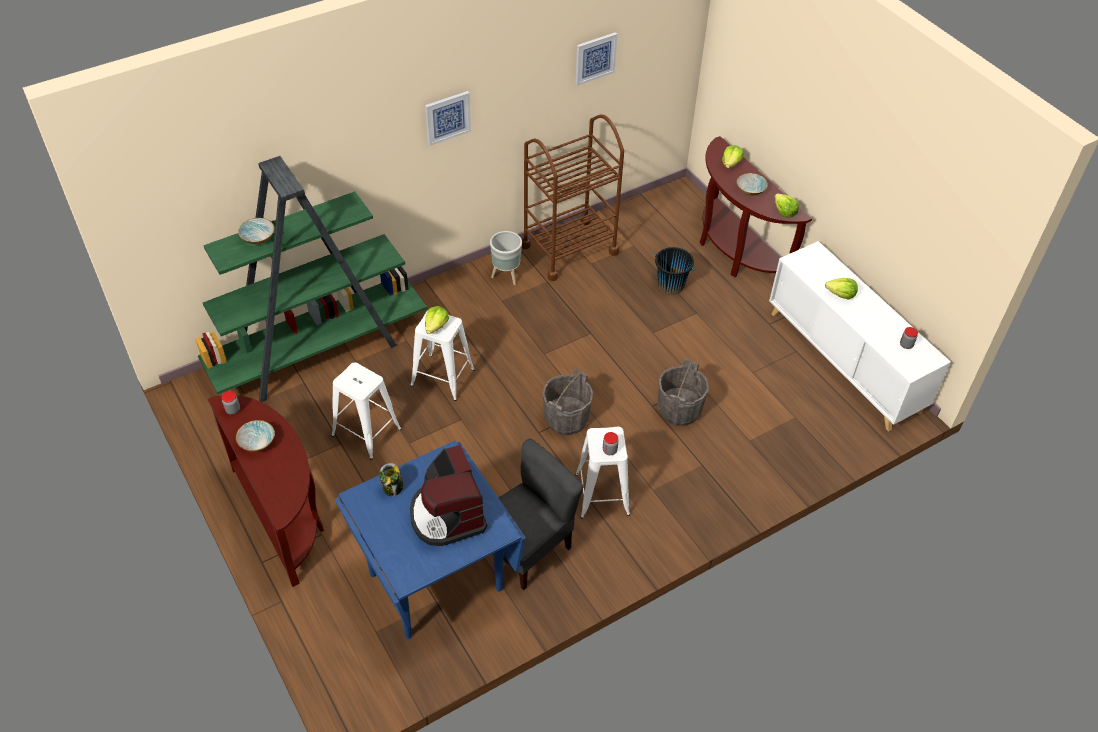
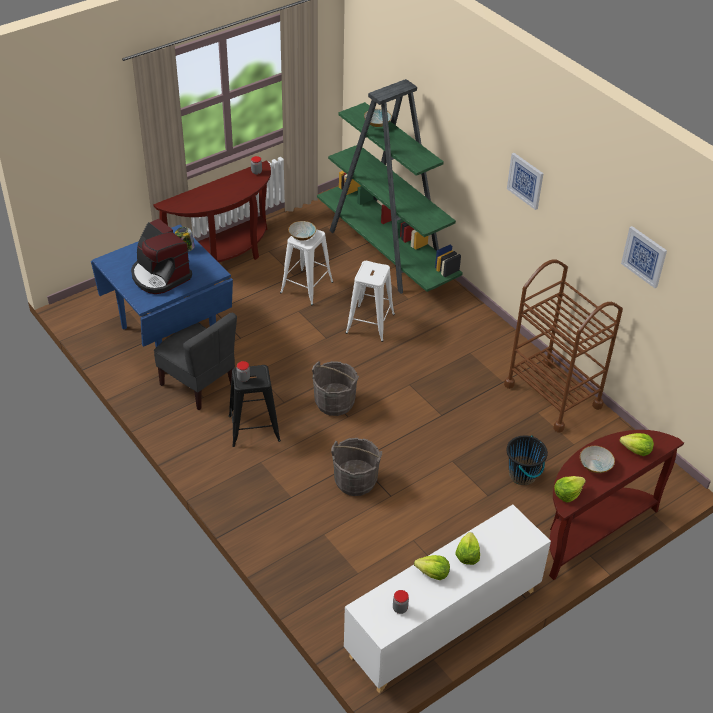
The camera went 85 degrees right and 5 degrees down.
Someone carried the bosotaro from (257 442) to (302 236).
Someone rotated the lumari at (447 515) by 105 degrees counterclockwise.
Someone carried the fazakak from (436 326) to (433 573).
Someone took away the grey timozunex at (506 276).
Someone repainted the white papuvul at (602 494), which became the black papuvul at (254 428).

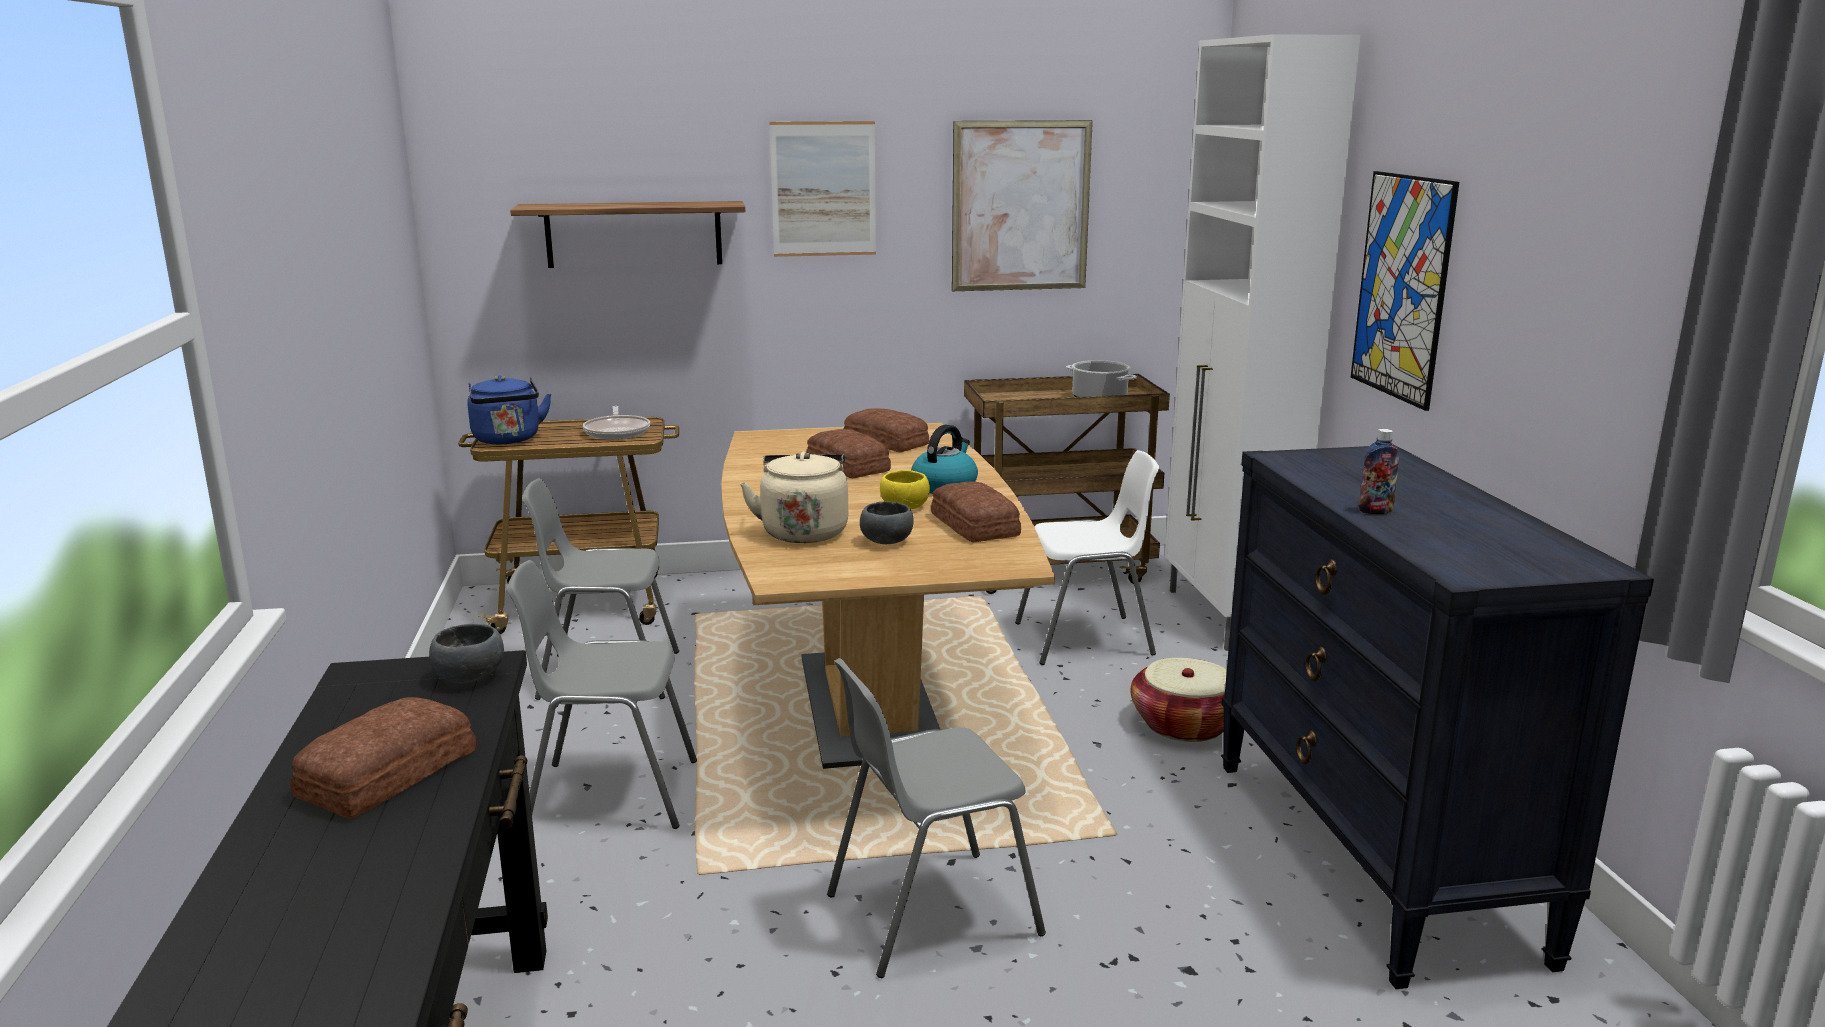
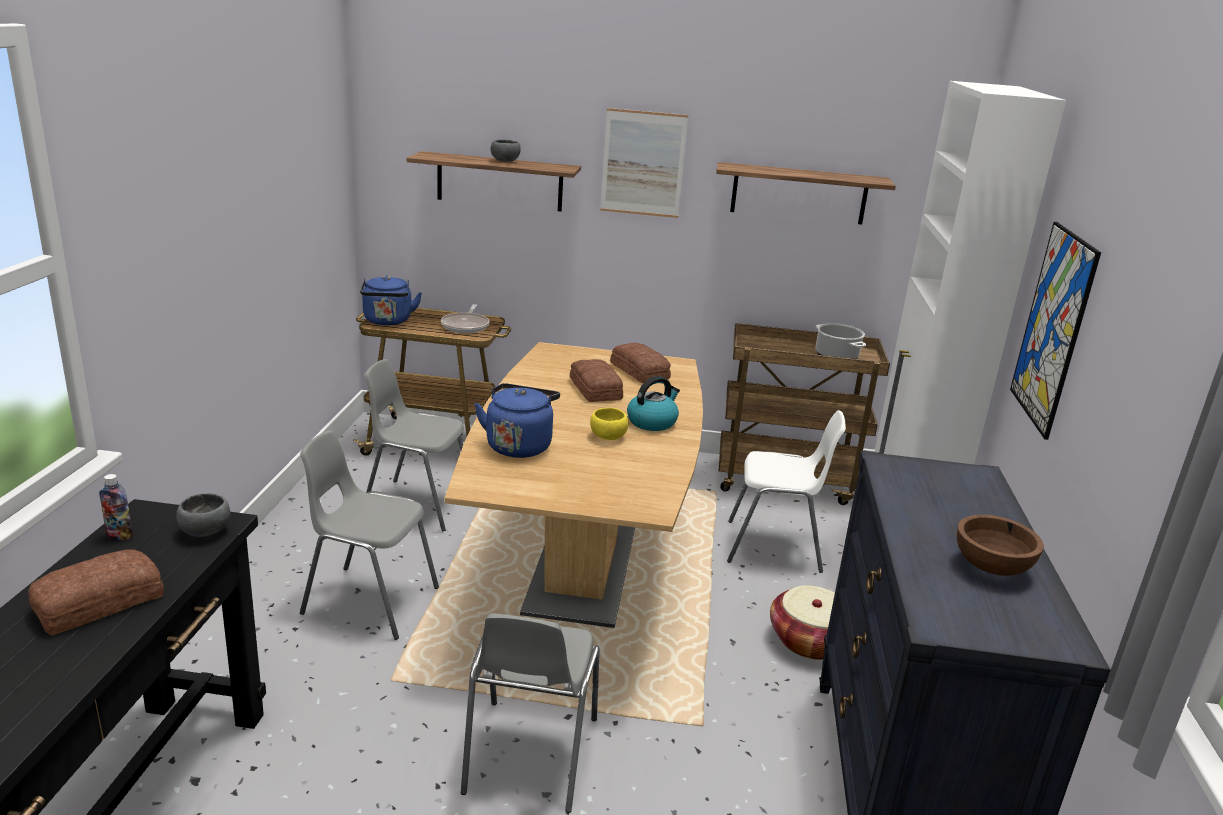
The camera went 15 degrees right and 5 degrees up.
Someone repainted the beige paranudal at (803 531), which became the blue paranudal at (519 445).
Someone rotated the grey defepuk at (929 913) by 75 degrees counterclockwise.
Someone carried the grey bosotaro from (888 542) to (506 161).
Someone took away the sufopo at (973 526).
Someone swapped the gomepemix at (1020 206) for the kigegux at (799 193).
Someone carried the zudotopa from (1375 511) to (119 536).
Someone put down the brown bosotaro at (992 567).

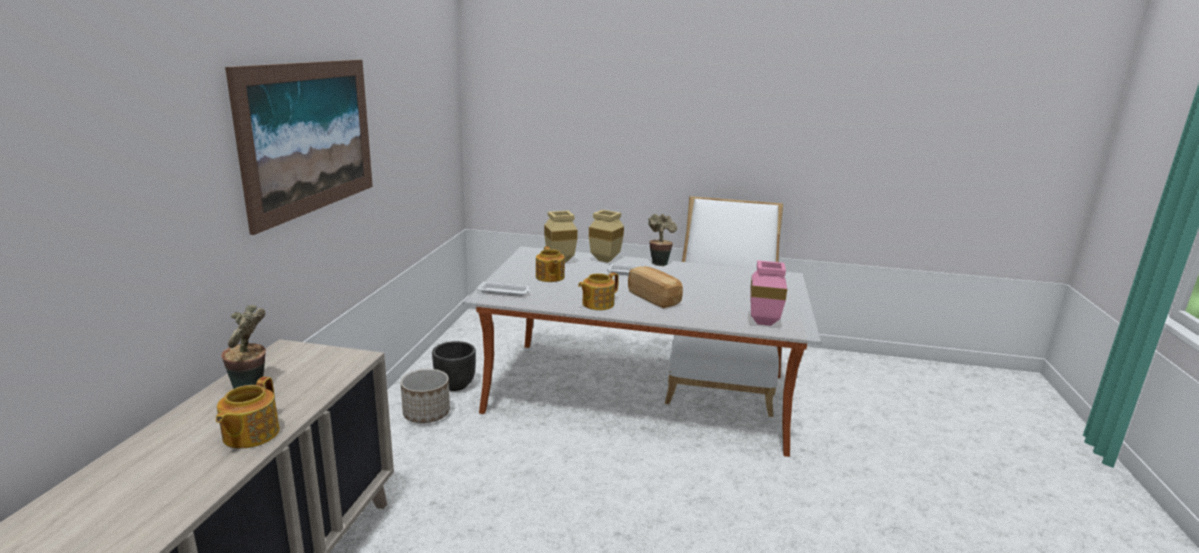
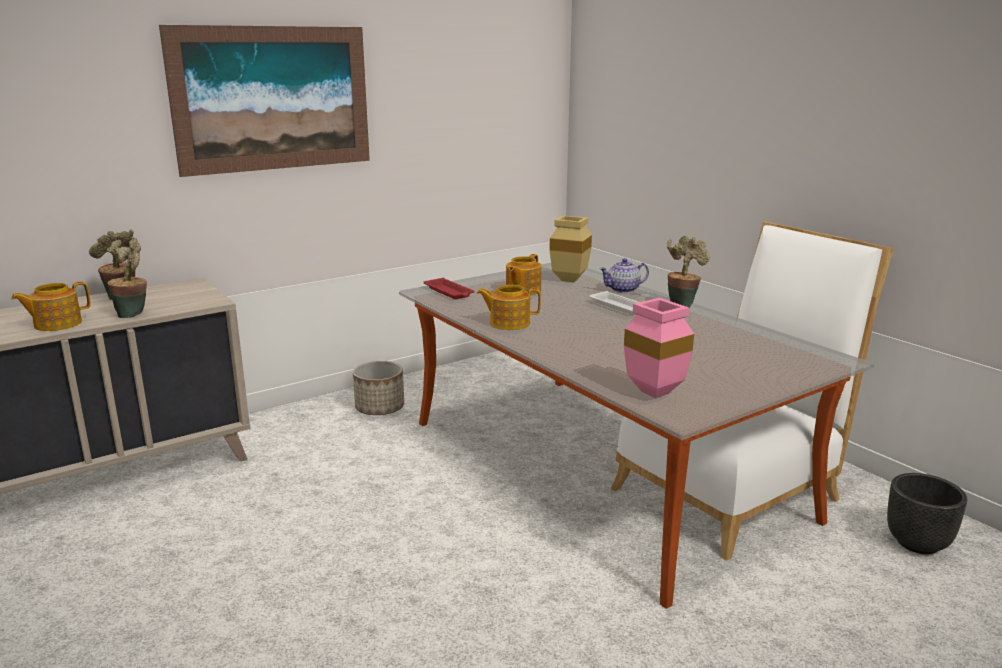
The camera went 45 degrees right and 0 degrees up.
Someone carried the black timozunex from (455 384) to (917 542).
Someone repainted the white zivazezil at (504 292), which became the red zivazezil at (449 292).
Someone swapped the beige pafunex at (607 260) for the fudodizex at (623 290).
Someone took away the sufopo at (654 298).
Someone put down the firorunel at (134 314).

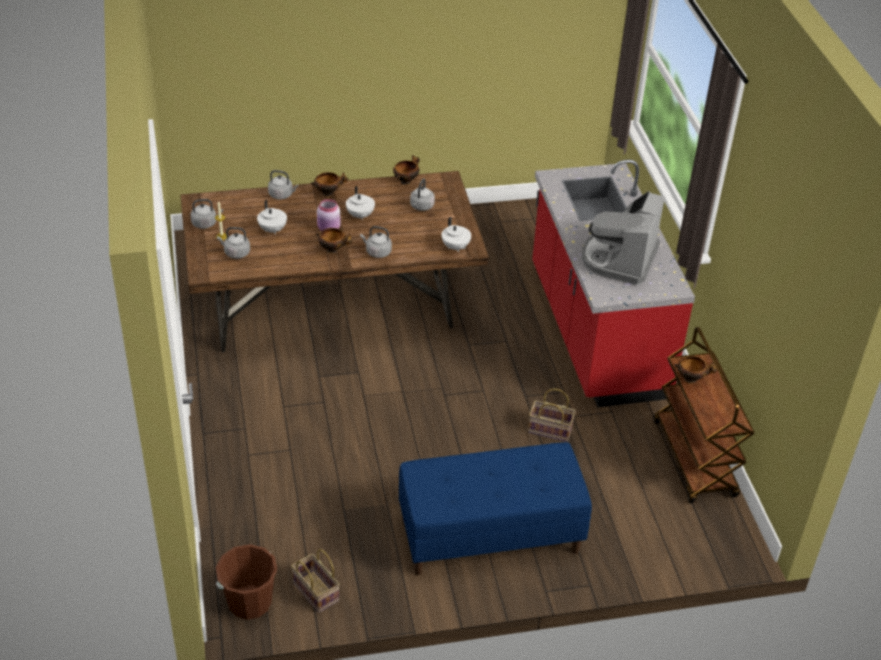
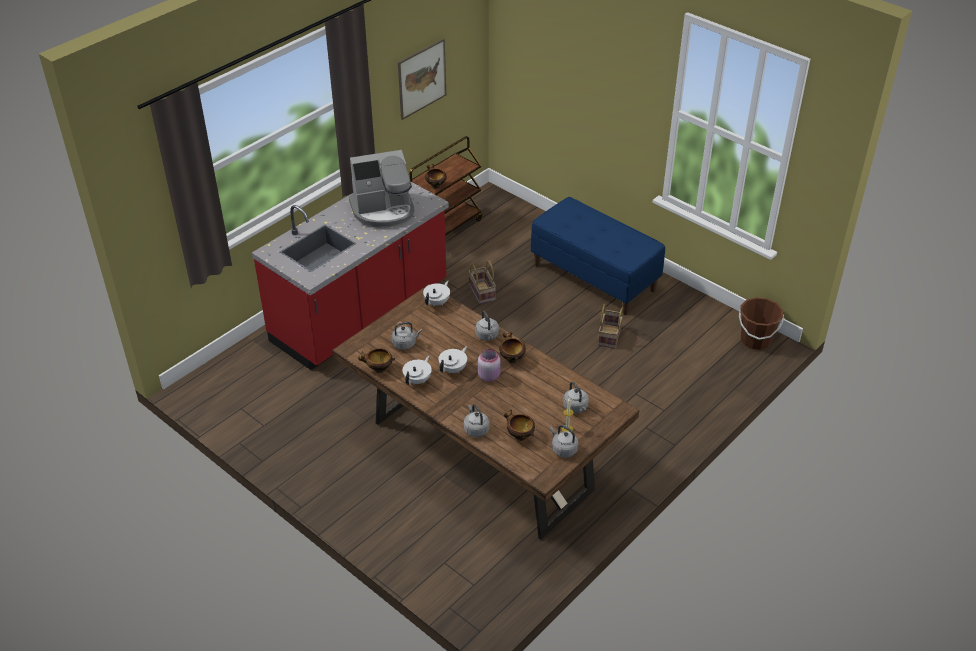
The camera went 125 degrees left and 0 degrees up.
Someone carried the white fudodizex from (272 230) to (418 380).
Someone carried the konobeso from (314 591) to (610 337).
Someone carried the bosotaro from (329 193) to (519 436).
Someone put up the gomepemix at (422 78).

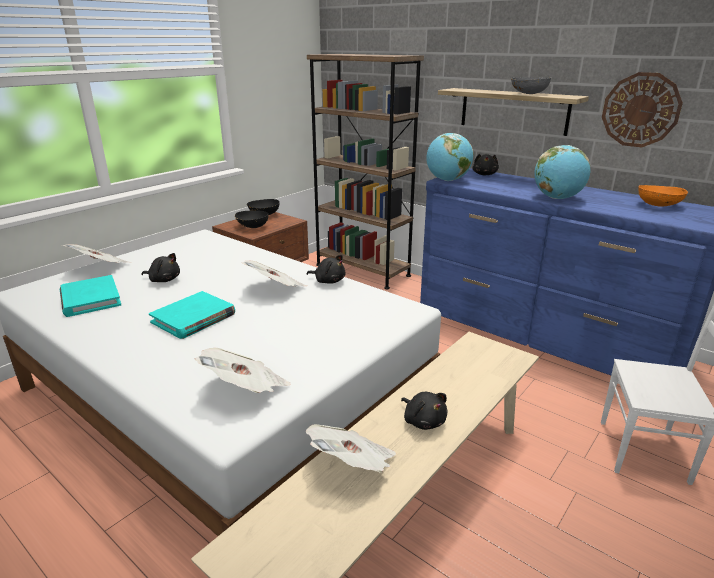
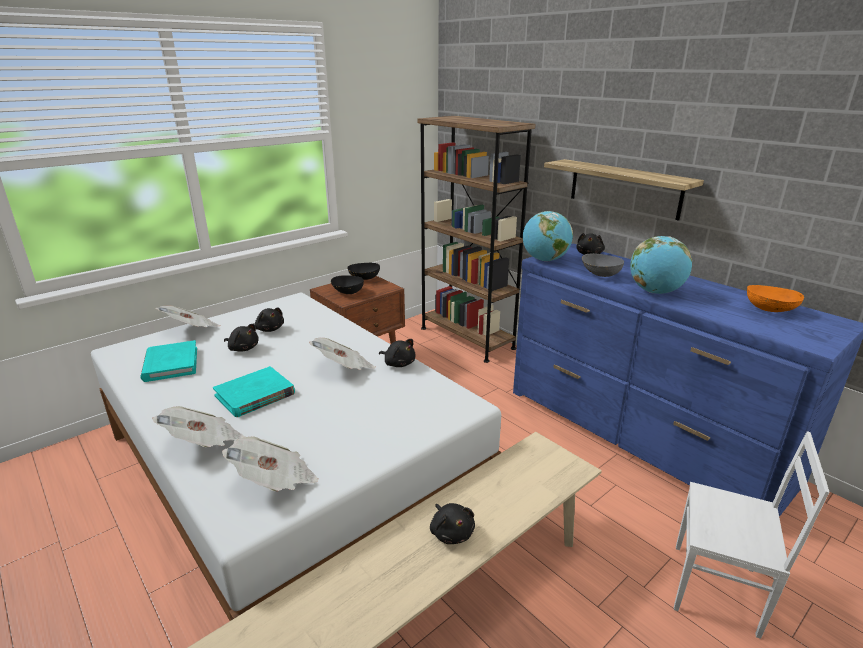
The camera went 10 degrees right and 0 degrees up.
Someone carried the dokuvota from (353 465) to (205 443).
Someone carried the grey bosotaro from (528 94) to (600 275).
Someone took away the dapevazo at (640 110).
Someone put down the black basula at (270 329).

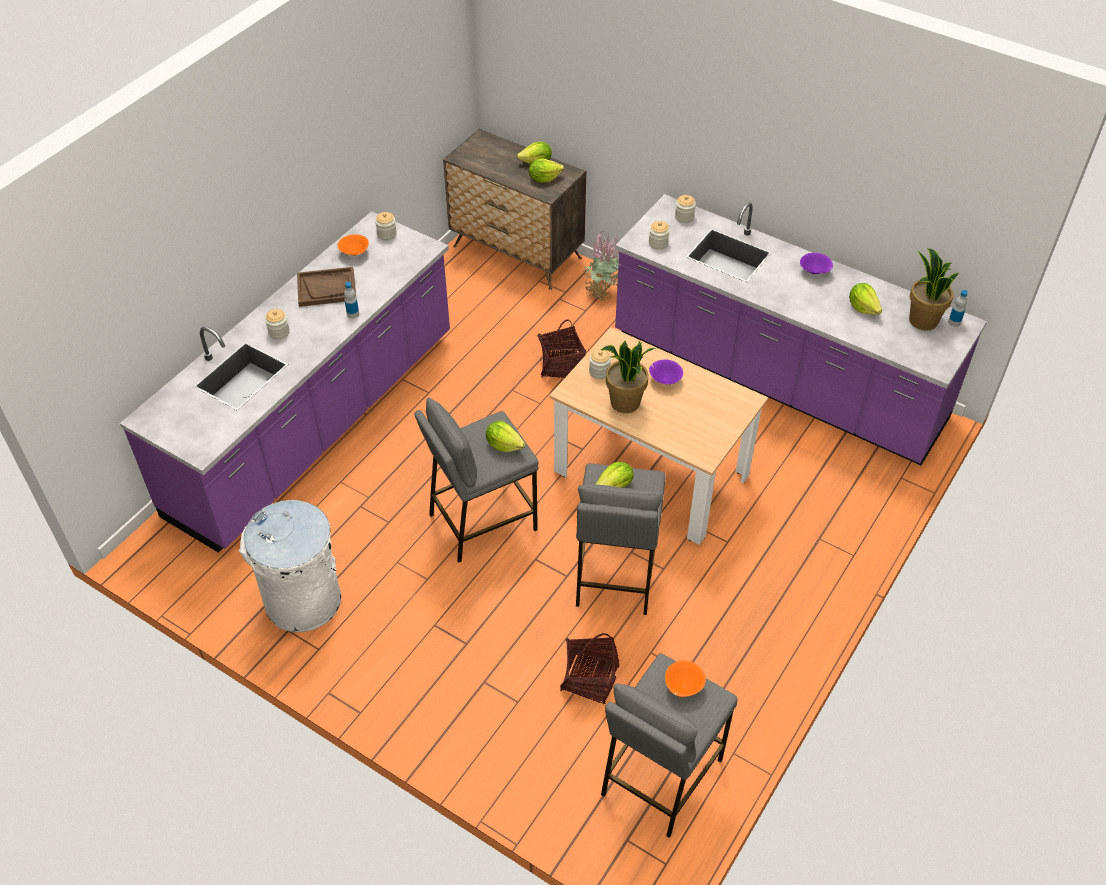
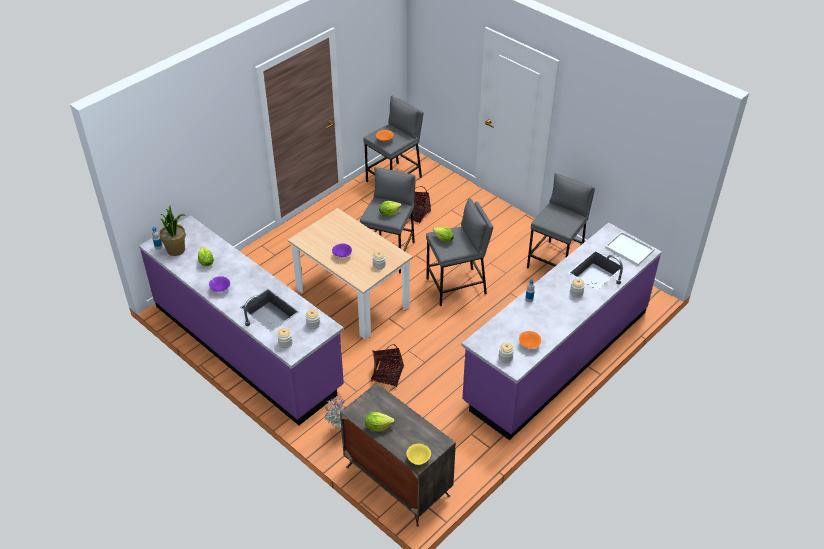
The camera went 170 degrees left and 5 degrees down.
Someone swapped the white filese at (303 601) for the grey papuvul at (556 261).
Someone took away the brown zivazezil at (327 288).
Someone took away the fazakak at (544 178).
Someone took away the firorunel at (625 403).
Someone put down the yellow bosotaro at (418 459).
Someone put down the white zivazezil at (630 249).

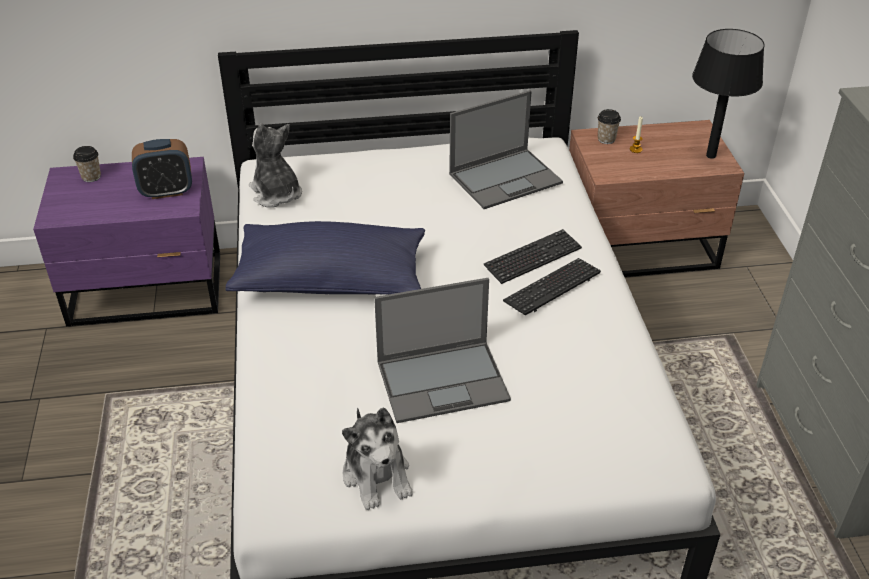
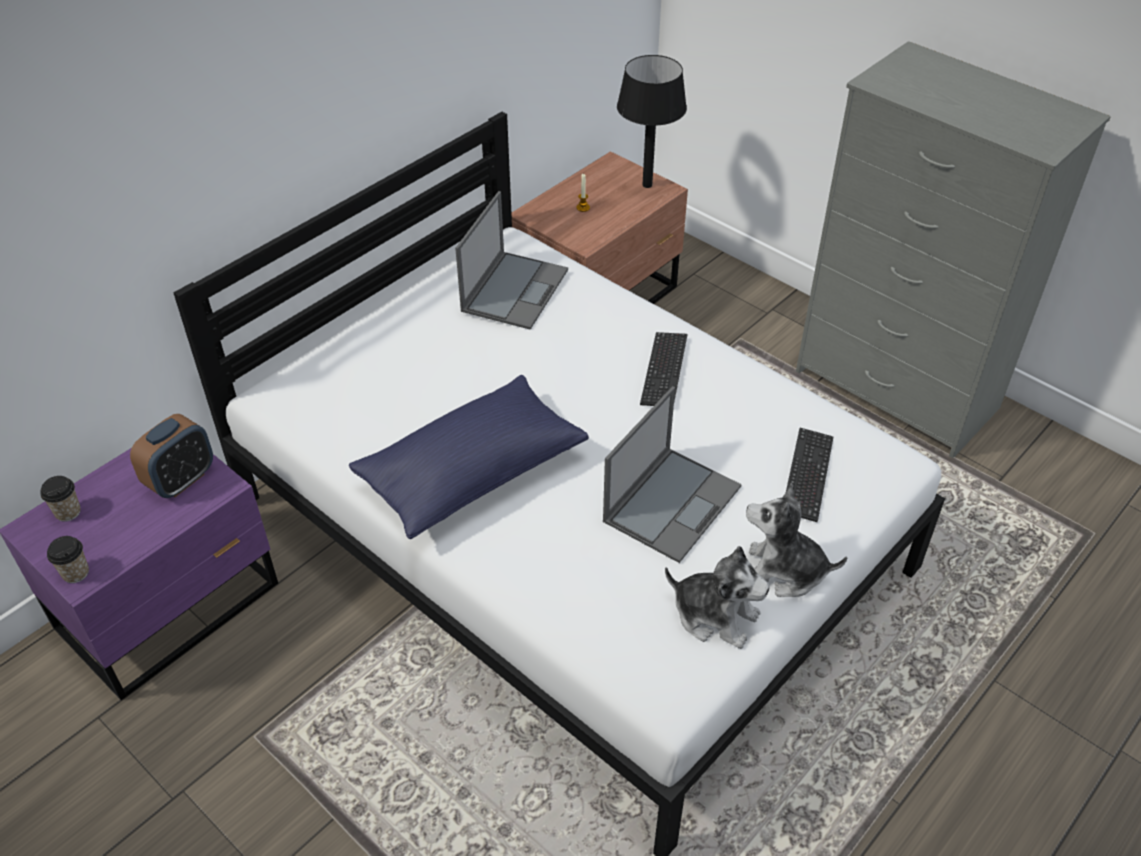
The camera went 40 degrees left and 5 degrees up.
Someone carried the basula from (276 194) to (784 571).
Someone carried the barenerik from (533 258) to (807 475).
Someone carried the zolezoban from (606 139) to (75 573).

